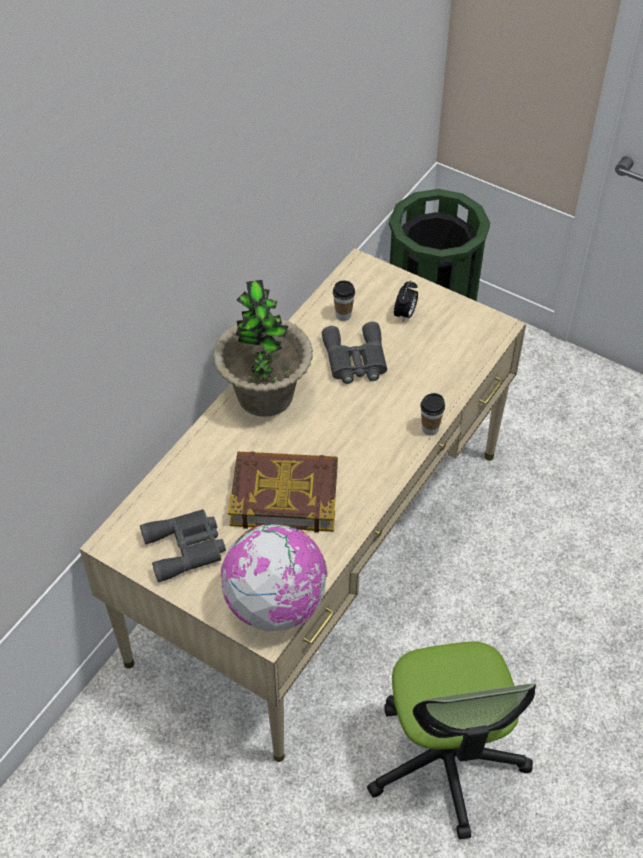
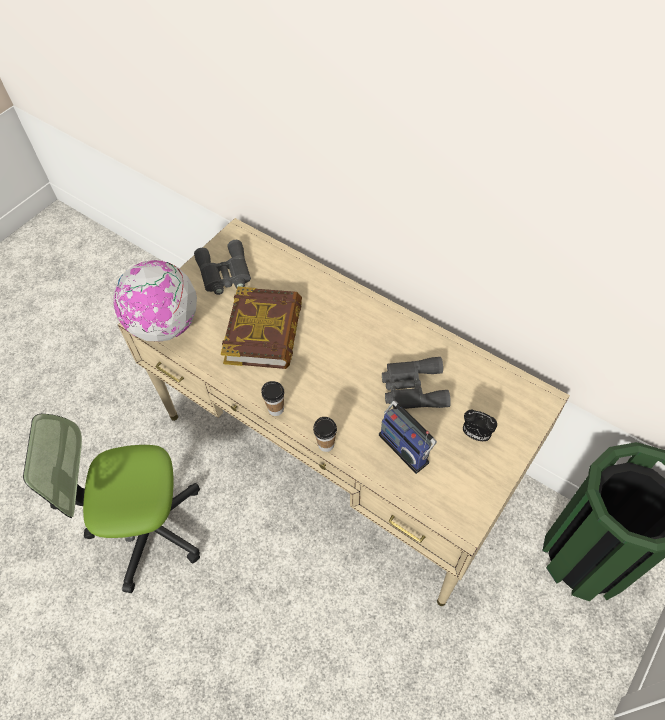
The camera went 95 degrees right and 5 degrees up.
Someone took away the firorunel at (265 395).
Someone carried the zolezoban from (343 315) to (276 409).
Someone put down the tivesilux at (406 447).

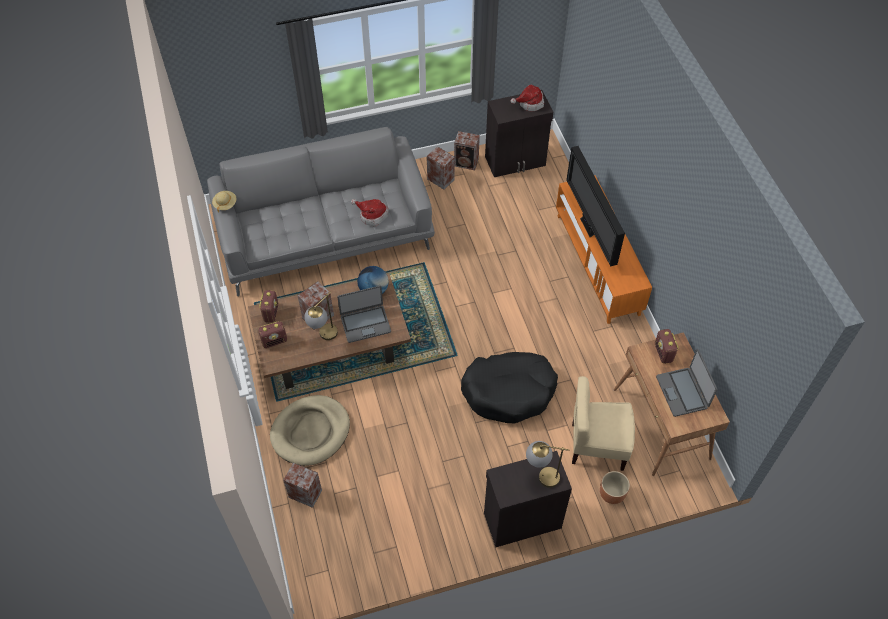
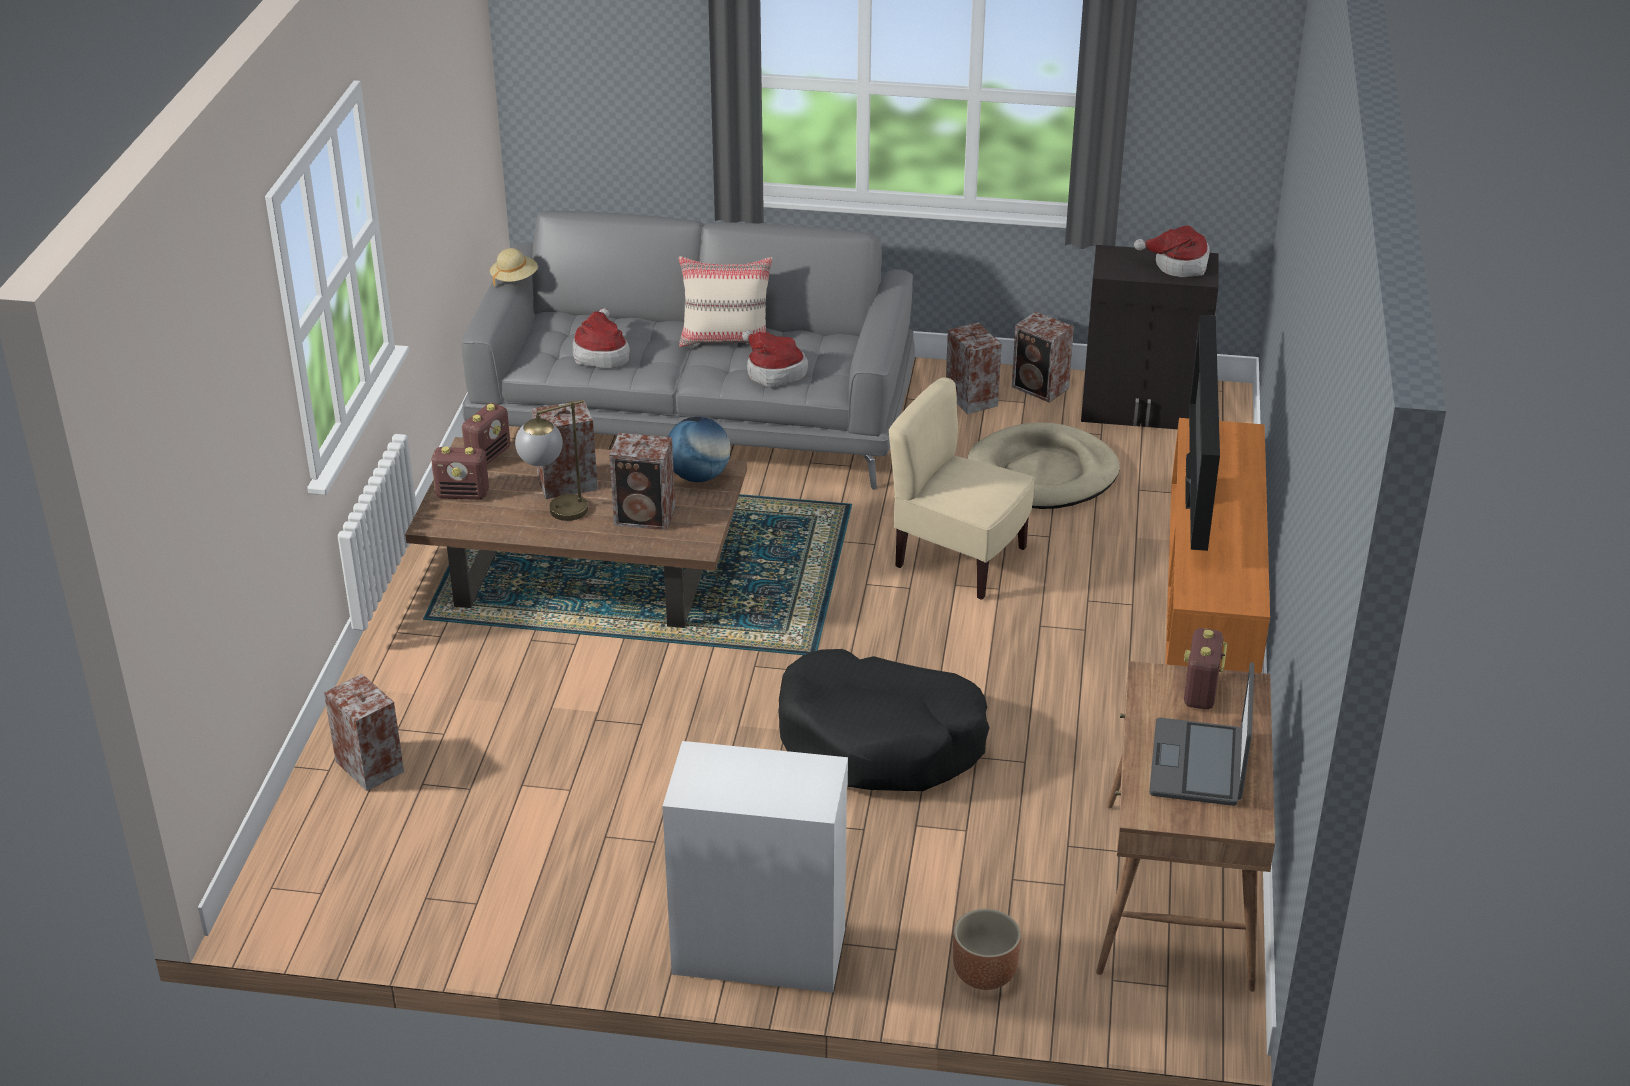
The camera went 25 degrees right and 20 degrees down.
Someone carried the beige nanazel from (311 432) to (1042 473).
Someone swapped the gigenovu at (365 323) for the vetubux at (646 517).
Someone repainted the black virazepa at (521 519), which became the white virazepa at (758 949).
Someone took away the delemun at (541 476).
Someone carried the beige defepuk from (597 445) to (959 559).
Someone put down the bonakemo at (601 354).
Someone put down the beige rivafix at (726 339).

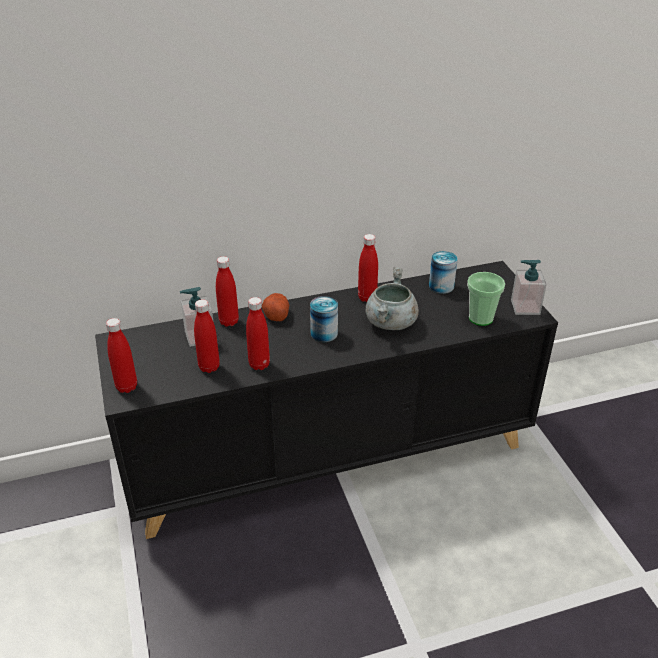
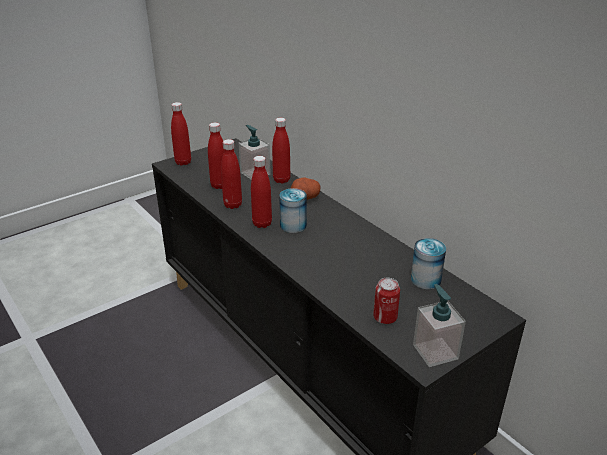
The camera went 70 degrees right and 5 degrees down.
Someone carried the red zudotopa from (367 298) to (262 224).
Someone took away the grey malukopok at (391 323).
Someone swapped the zolezoban at (480 318) for the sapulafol at (385 318).

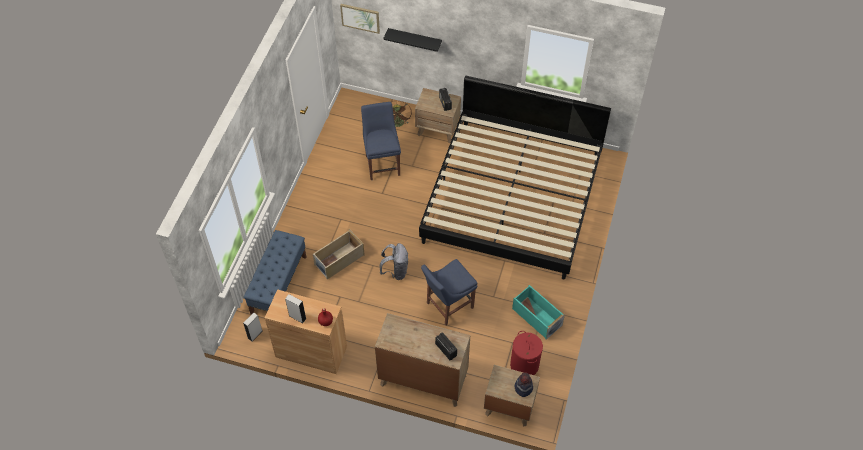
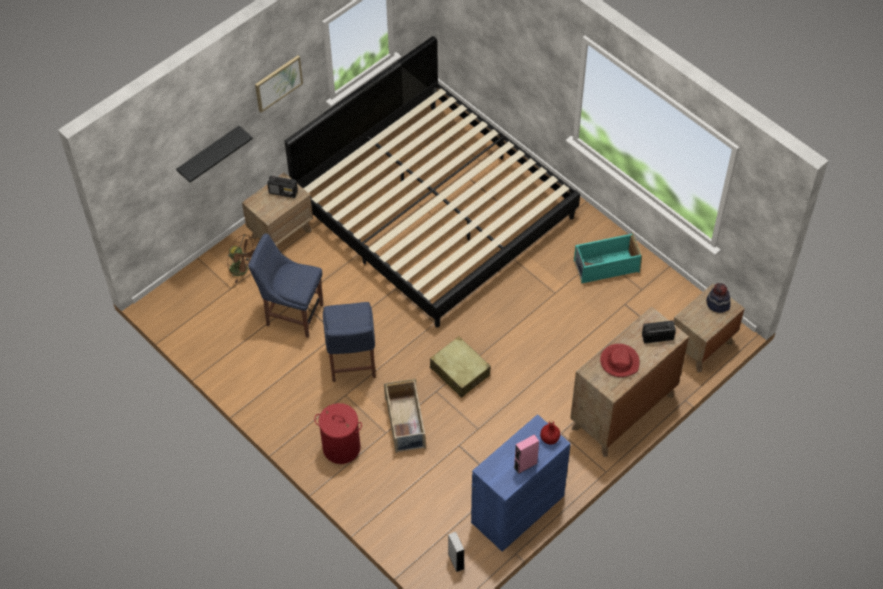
The camera went 60 degrees left and 0 degrees up.
Someone took away the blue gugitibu at (279 284).
Someone repainted the brown virazepa at (311 351), which became the blue virazepa at (517 509).
Someone repainted the grey vetubux at (297 317), which became the pink vetubux at (525 465).
Someone carried the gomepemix from (360 18) to (278 83).
Someone swapped the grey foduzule at (395 271) for the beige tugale at (459 371).
Someone carried the blue defepuk from (447 306) to (352 363).
Someone carried the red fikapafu from (524 365) to (341 447).
Someone put down the red bonakemo at (619 362).

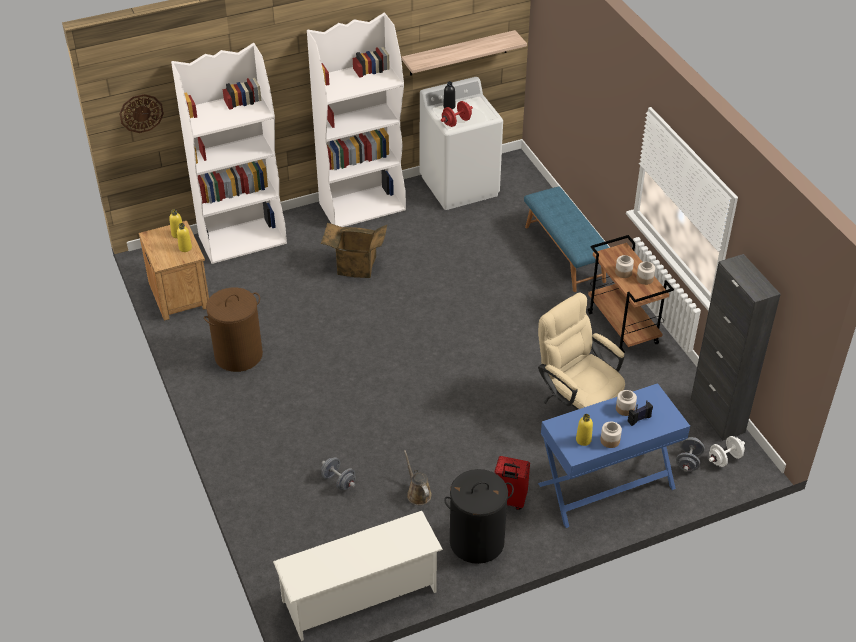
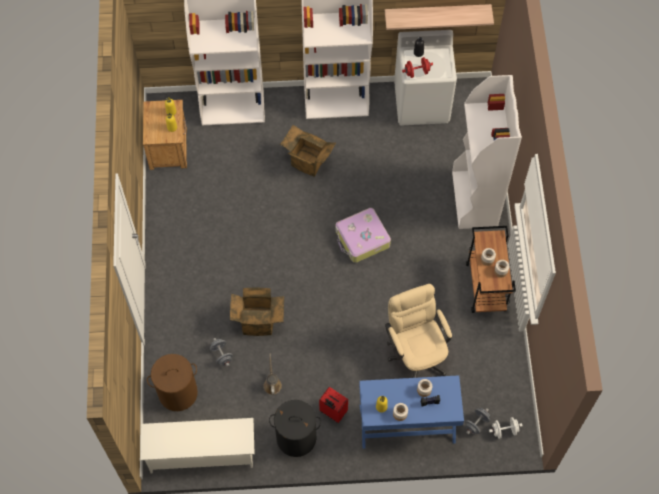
The camera went 20 degrees right and 20 degrees up.
Someone took away the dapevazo at (141 113).
Someone carried the brown fikapafu from (238 355) to (178 393).
Someone swapped the blue gugitibu at (565 253) for the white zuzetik at (475 200).
Someone took away the black virazepa at (717 416).
Someone put down the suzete at (258 320).
Someone put down the tugale at (362 239).

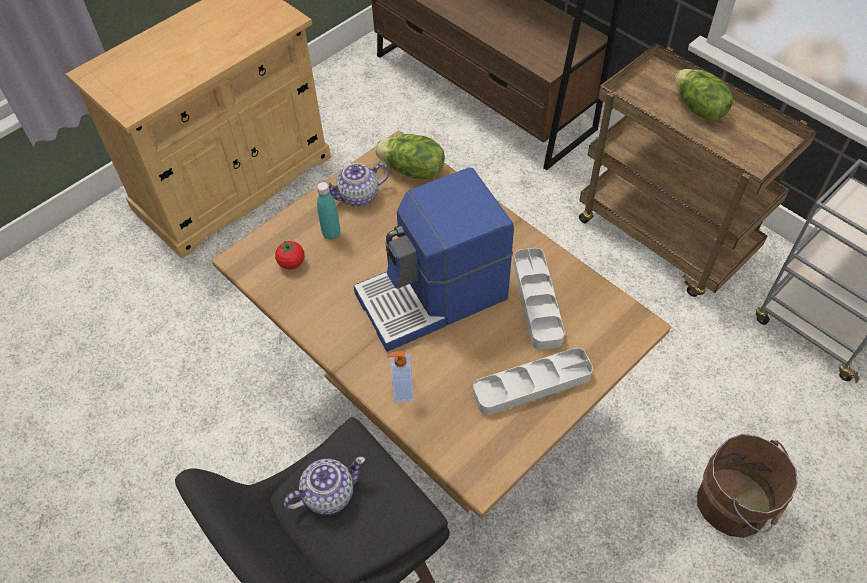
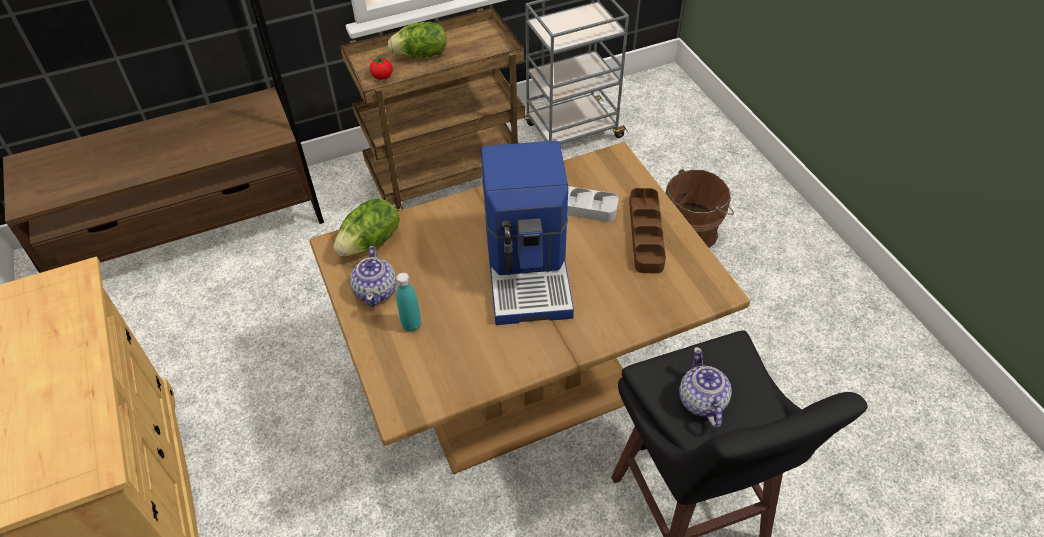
The camera went 70 degrees left and 5 degrees down.
Someone carried the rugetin from (291 263) to (382 77).
Someone took away the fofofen at (402 390).
Someone repainted the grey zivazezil at (532 384), which became the brown zivazezil at (646 233).

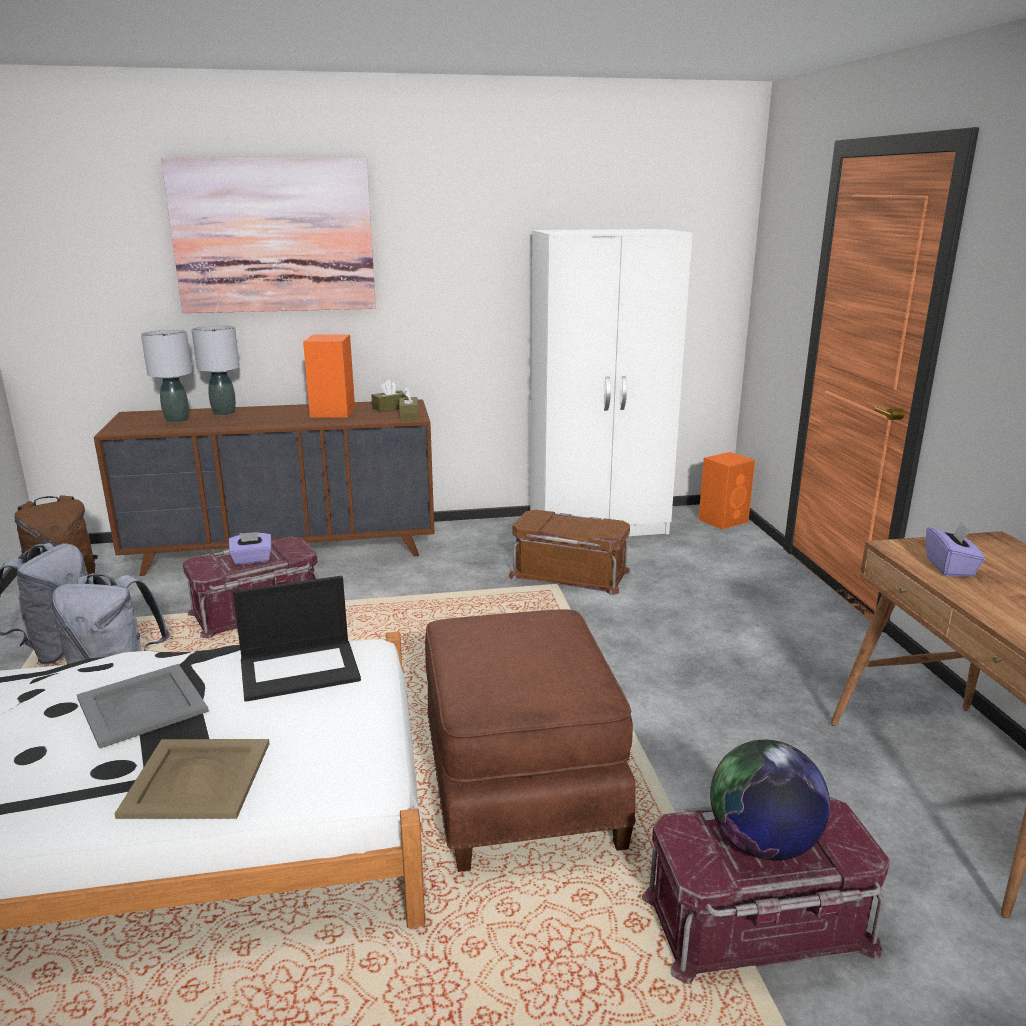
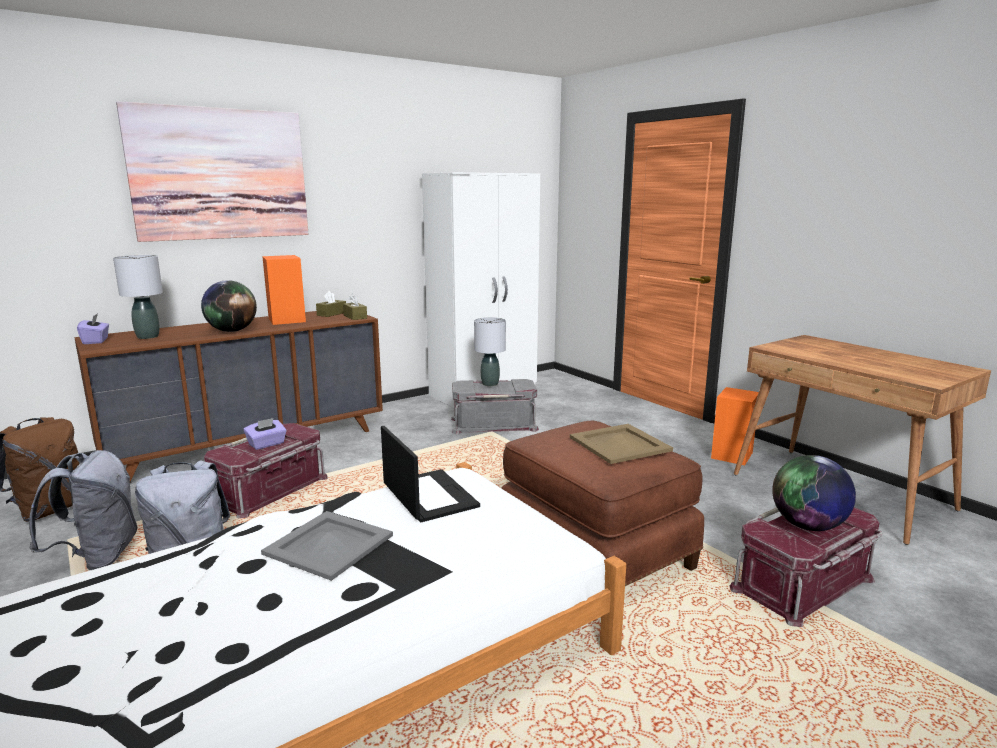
The camera went 25 degrees left and 5 degrees down.
Someone carried the beige zivazezil from (196 778) to (618 444).
Someone carried the grey delemun from (223 413) to (489 384).
Someone rotated the gigenovu at (301 669) by 75 degrees counterclockwise.
Someone repainted the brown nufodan at (570 573), which became the grey nufodan at (494 424).
Someone carried the orange vetubux from (724 520) to (732 455).
Someone carried the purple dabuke from (950 567) to (96 341).
Someone put down the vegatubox at (232 331).

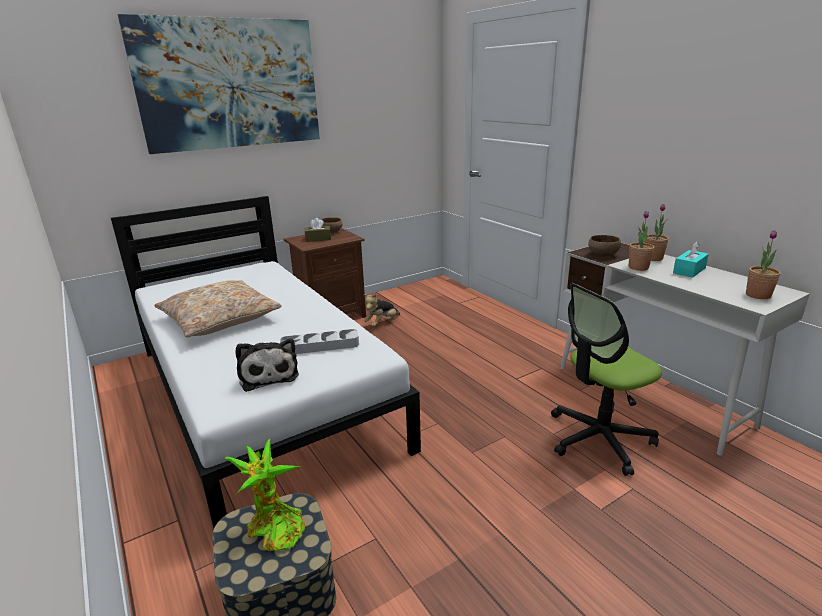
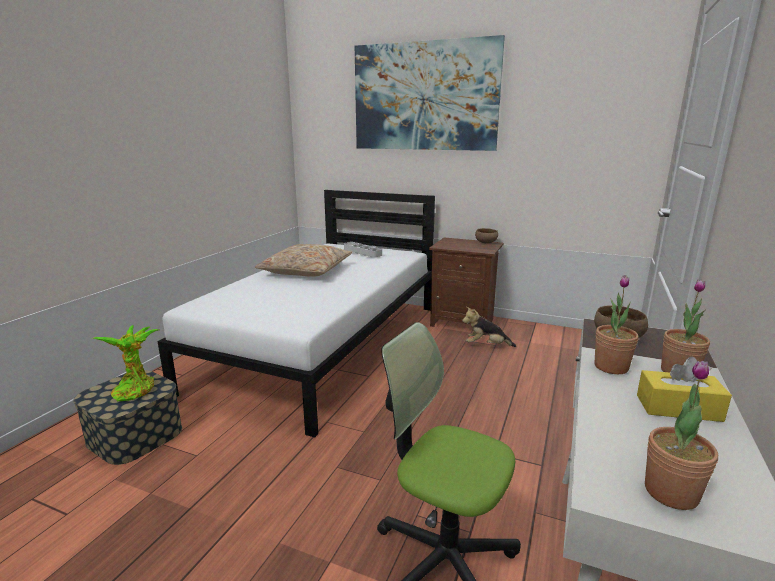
The camera went 55 degrees right and 5 degrees down.
Someone took away the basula at (268 374).
Someone carried the grey zivazezil from (320 346) to (362 252).
Someone took away the brown dabuke at (318 239).
Someone repainted the turquoise dabuke at (689 270), which became the yellow dabuke at (678 408).

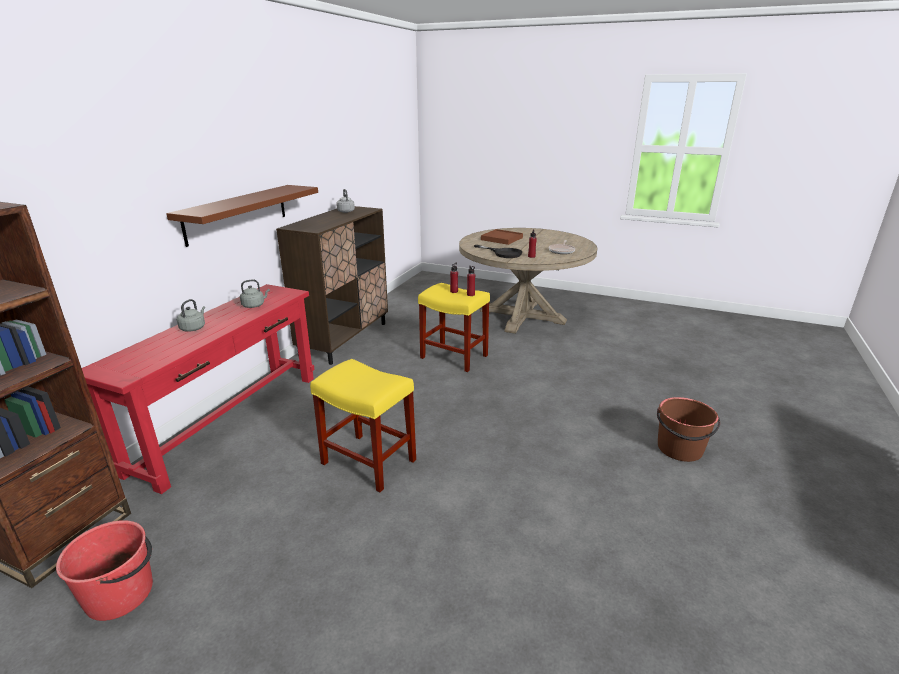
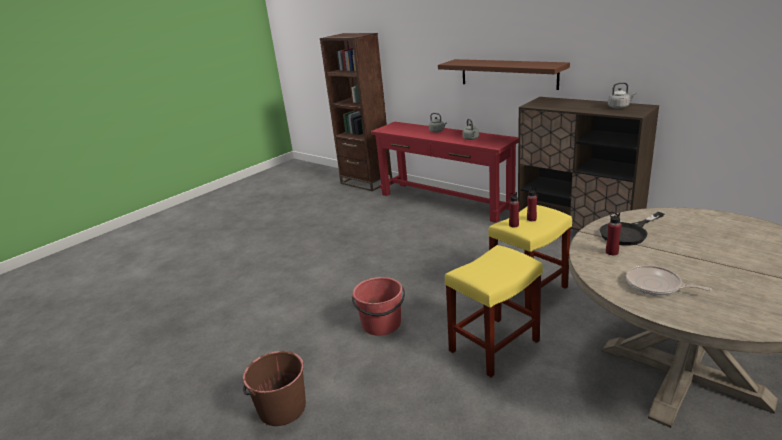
The camera went 110 degrees right and 0 degrees up.
Someone carried the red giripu from (121 594) to (381 324).
Someone carried the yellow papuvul from (367 461) to (494 345).
Someone took away the brown zivazezil at (501 239).

